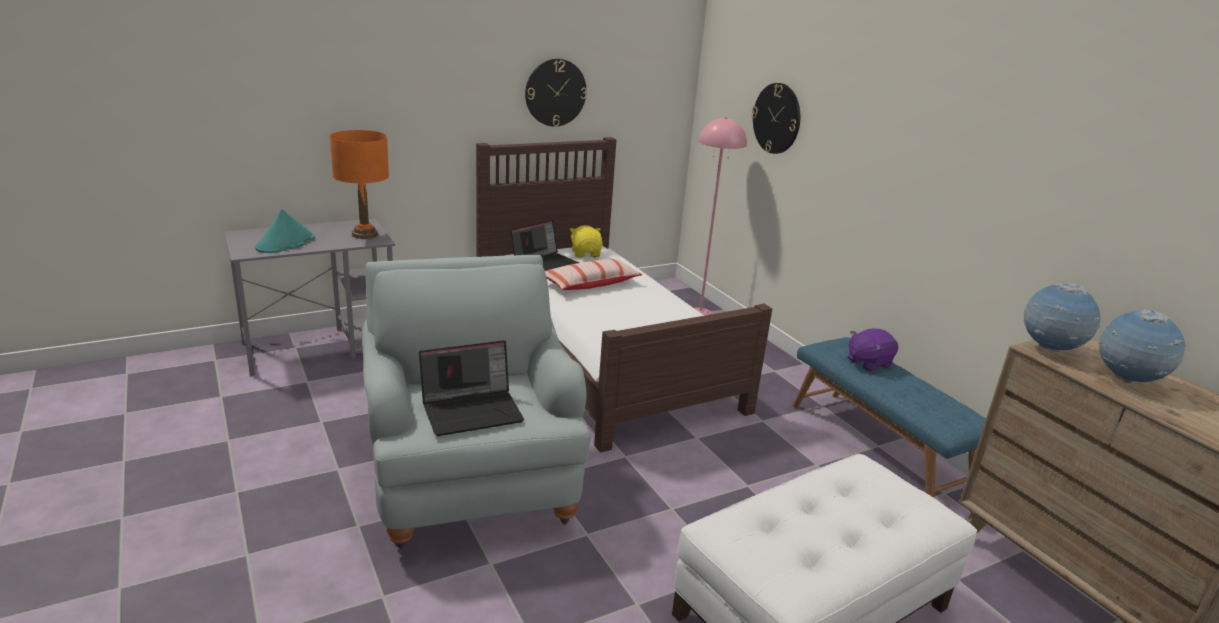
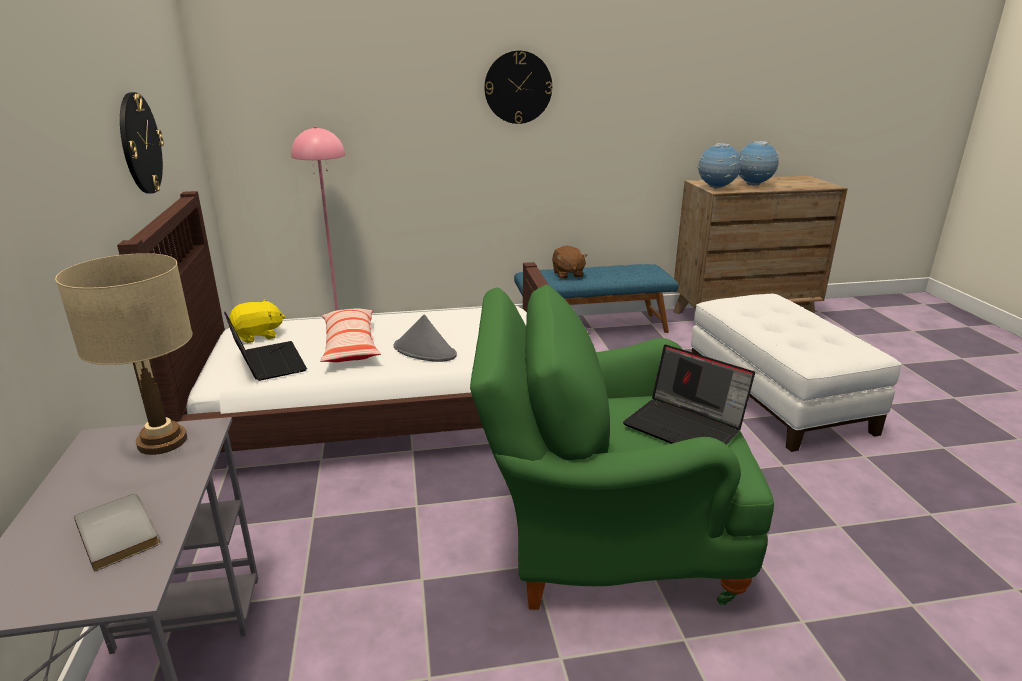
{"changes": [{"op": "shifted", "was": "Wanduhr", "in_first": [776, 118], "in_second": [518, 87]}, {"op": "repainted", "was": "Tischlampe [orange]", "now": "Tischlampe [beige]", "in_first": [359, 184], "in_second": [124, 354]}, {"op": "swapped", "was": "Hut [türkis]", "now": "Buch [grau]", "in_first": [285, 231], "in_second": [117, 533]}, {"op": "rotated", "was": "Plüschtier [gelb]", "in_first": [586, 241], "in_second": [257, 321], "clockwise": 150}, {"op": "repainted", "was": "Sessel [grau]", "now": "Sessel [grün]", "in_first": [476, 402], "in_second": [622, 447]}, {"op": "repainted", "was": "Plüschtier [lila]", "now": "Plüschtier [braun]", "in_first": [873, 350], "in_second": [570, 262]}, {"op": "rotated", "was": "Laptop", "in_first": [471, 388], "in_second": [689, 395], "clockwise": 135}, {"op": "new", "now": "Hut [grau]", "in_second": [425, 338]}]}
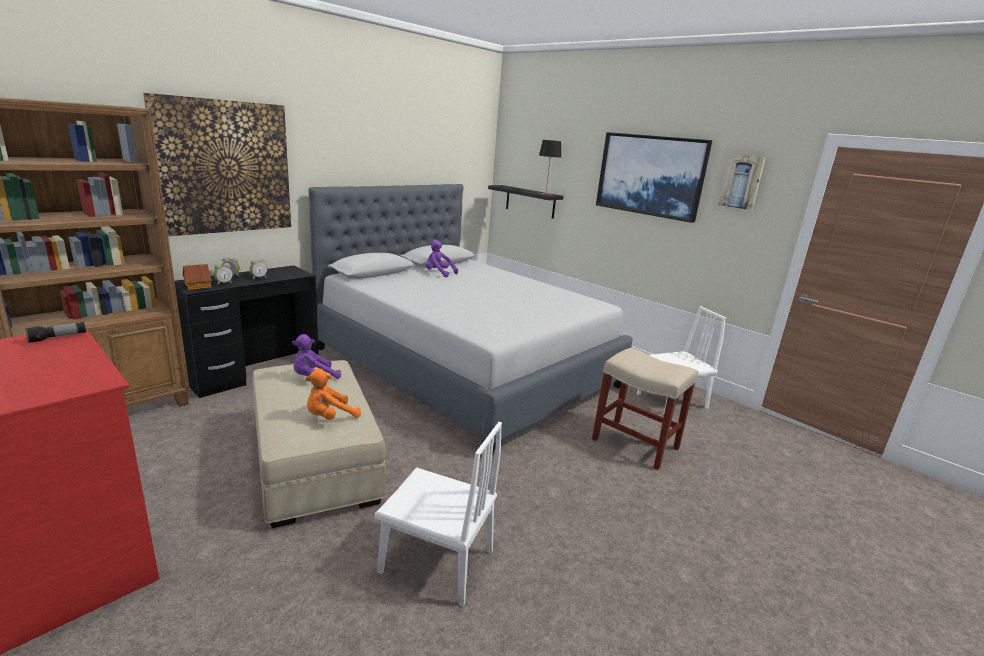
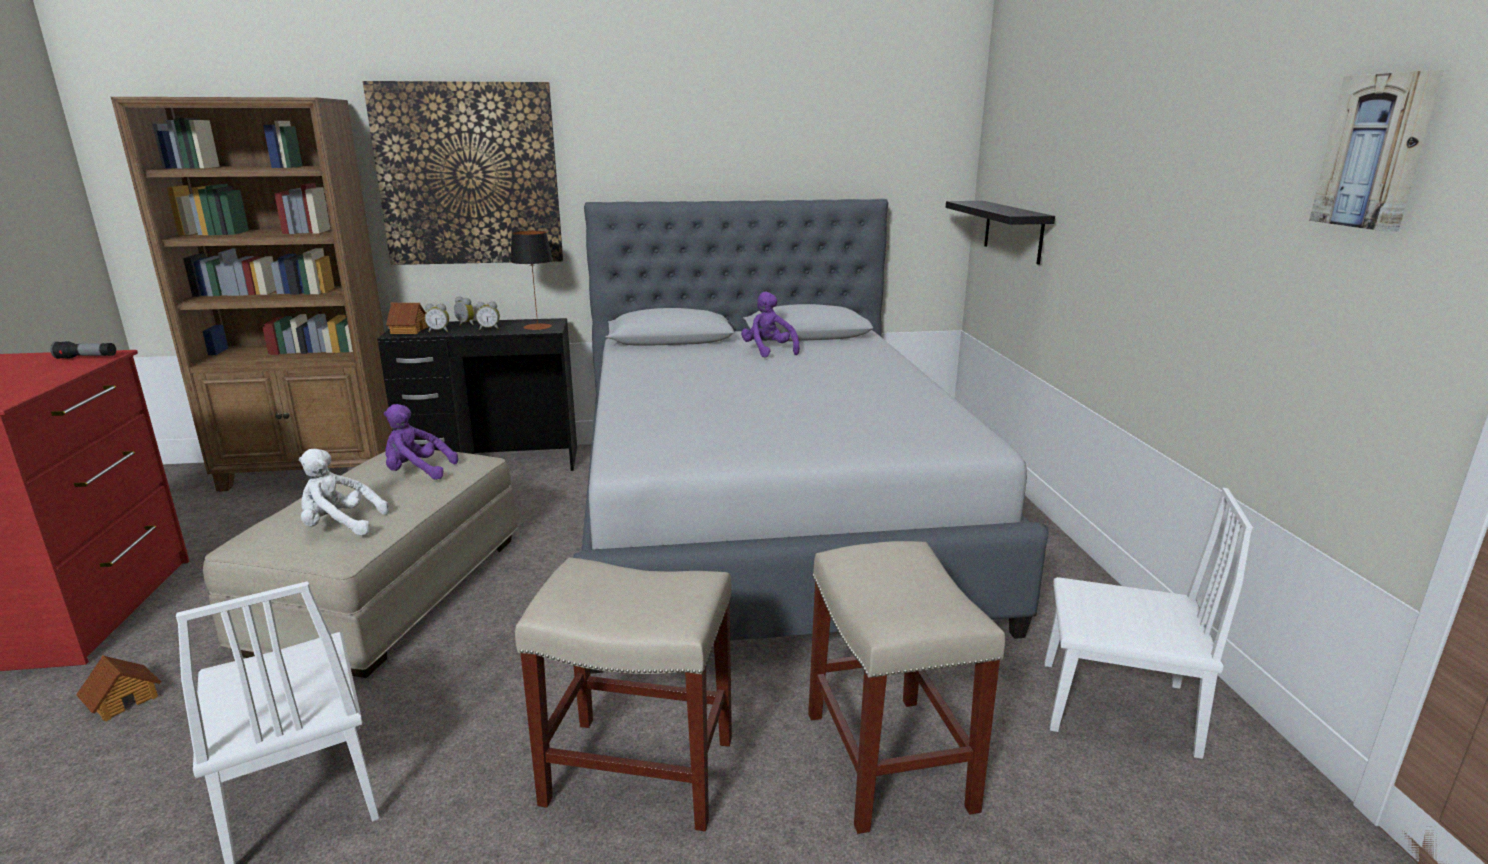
{"changes": [{"op": "gone", "was": "Bild", "in_first": [654, 177]}, {"op": "shifted", "was": "Tischlampe", "in_first": [550, 167], "in_second": [531, 280]}, {"op": "repainted", "was": "Plüschtier [orange]", "now": "Plüschtier [weiß]", "in_first": [333, 394], "in_second": [344, 492]}, {"op": "new", "now": "Hocker [beige]", "in_second": [623, 694]}, {"op": "new", "now": "Spielzeughaus", "in_second": [118, 688]}]}
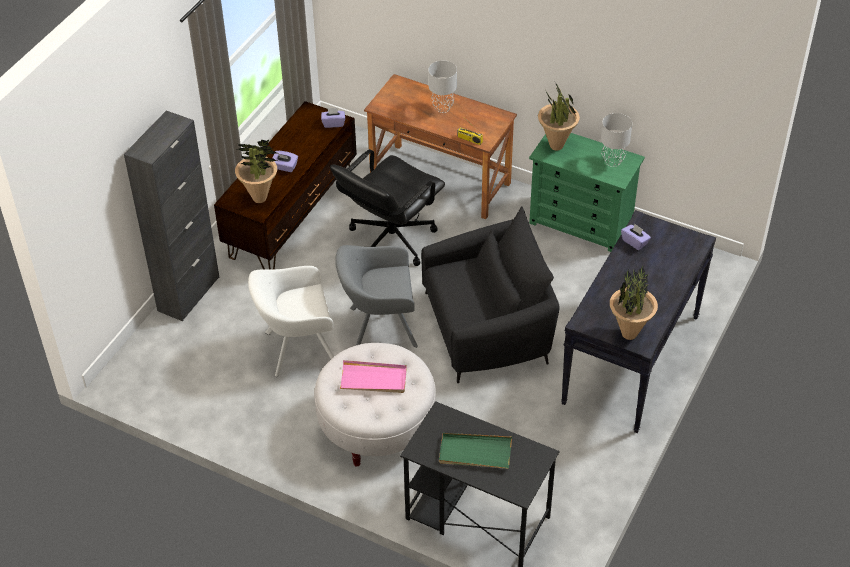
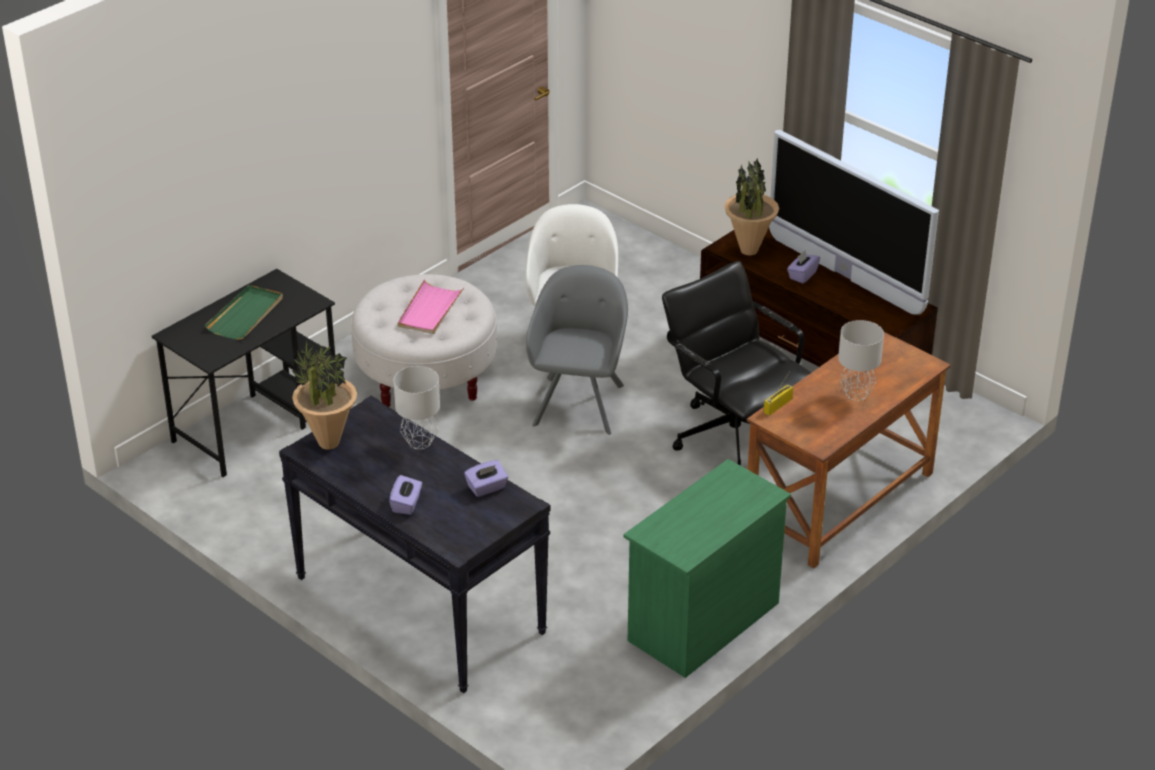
{"changes": [{"op": "gone", "was": "Topfpflanze", "in_first": [559, 116]}, {"op": "shifted", "was": "Taschentuchbox [lila]", "in_first": [333, 118], "in_second": [405, 495]}, {"op": "gone", "was": "Schrank [schwarz]", "in_first": [171, 215]}, {"op": "shifted", "was": "Tischlampe [grau]", "in_first": [616, 140], "in_second": [417, 407]}, {"op": "gone", "was": "Sessel [schwarz]", "in_first": [490, 294]}, {"op": "new", "now": "Fernseher", "in_second": [854, 222]}]}
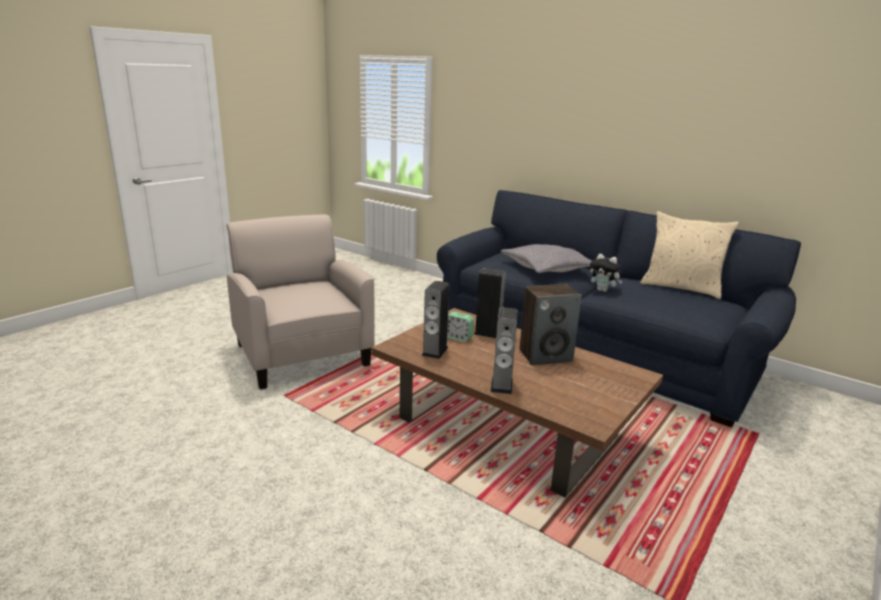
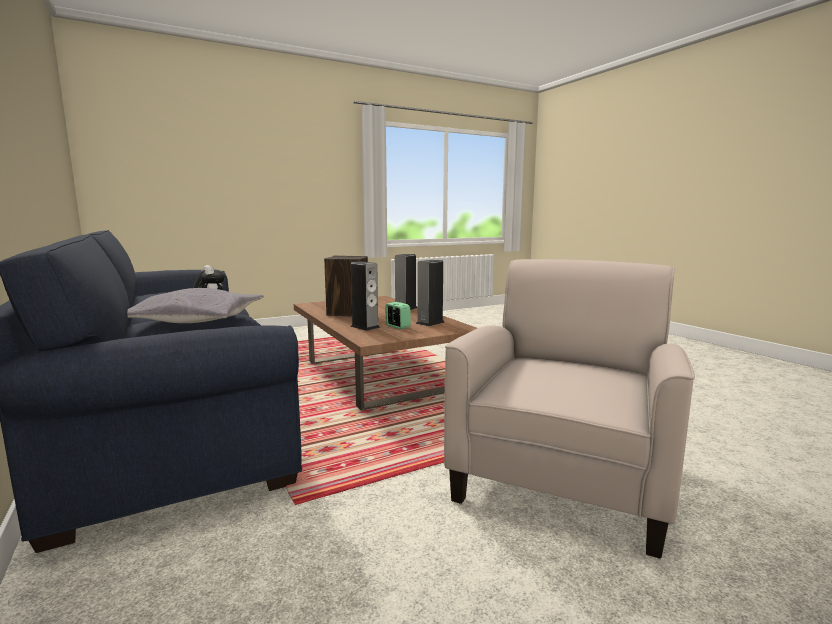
{"changes": [{"op": "gone", "was": "Kissen [beige]", "in_first": [689, 255]}, {"op": "rotated", "was": "Sessel [beige]", "in_first": [301, 302], "in_second": [569, 409], "clockwise": -150}]}
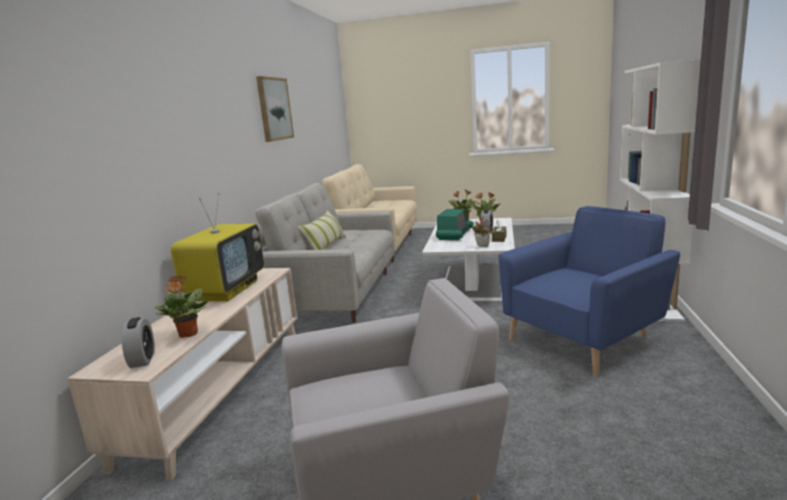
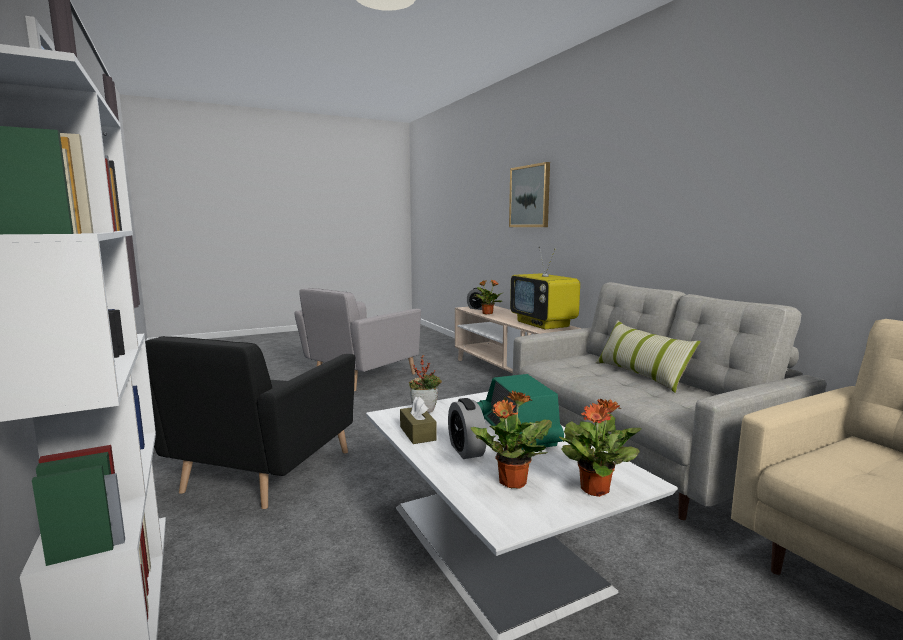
{"changes": [{"op": "shifted", "was": "Bild", "in_first": [275, 109], "in_second": [529, 194]}, {"op": "repainted", "was": "Sessel [blau]", "now": "Sessel [schwarz]", "in_first": [589, 291], "in_second": [250, 422]}]}
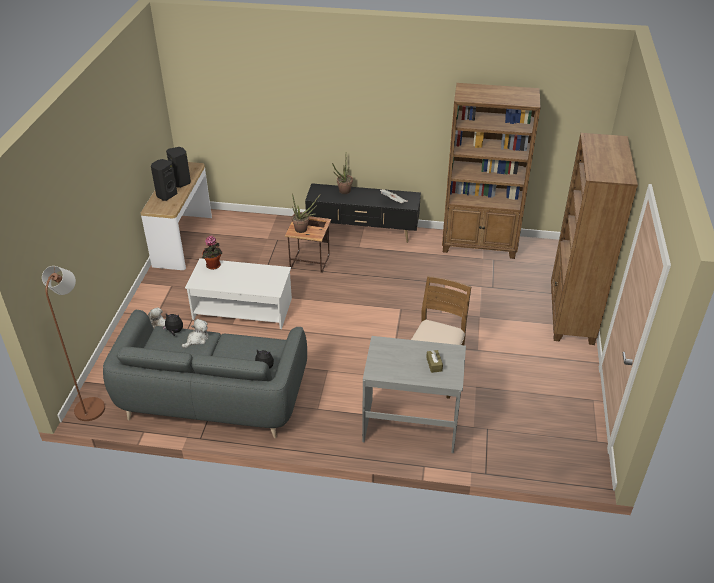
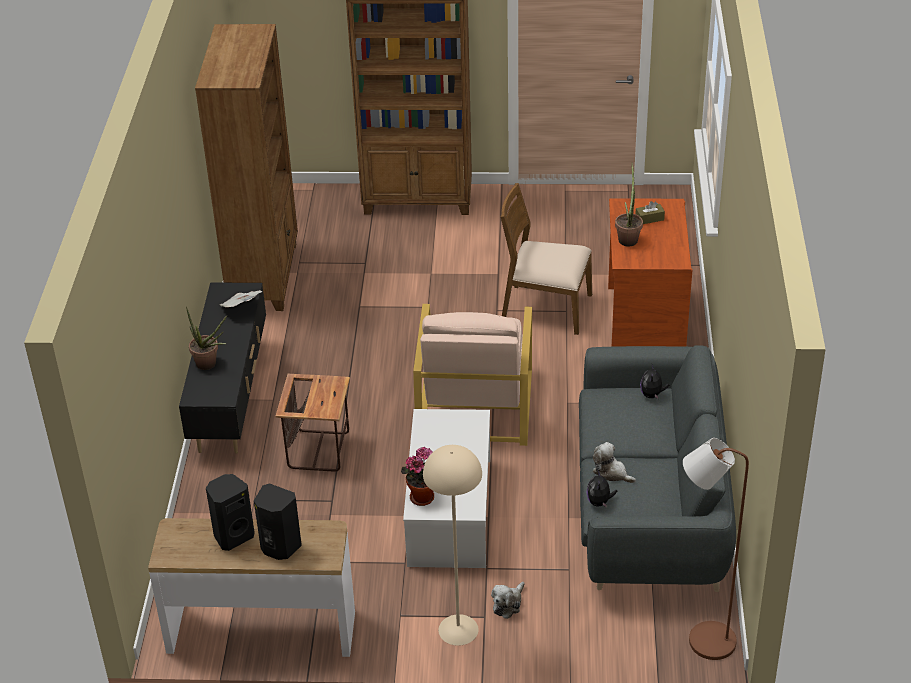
{"changes": [{"op": "shifted", "was": "Topfpflanze", "in_first": [306, 213], "in_second": [629, 204]}, {"op": "repainted", "was": "Schreibtisch [grau]", "now": "Schreibtisch [braun]", "in_first": [414, 394], "in_second": [650, 272]}, {"op": "new", "now": "Sessel [beige]", "in_second": [472, 375]}, {"op": "new", "now": "Stehlampe [beige]", "in_second": [452, 545]}]}
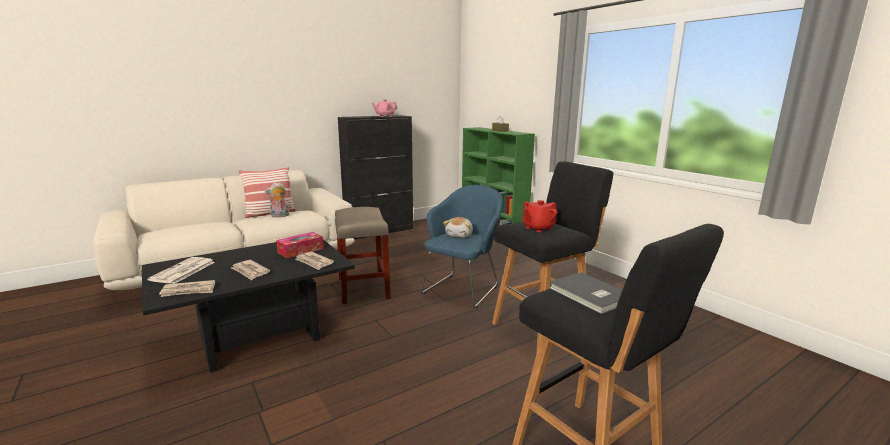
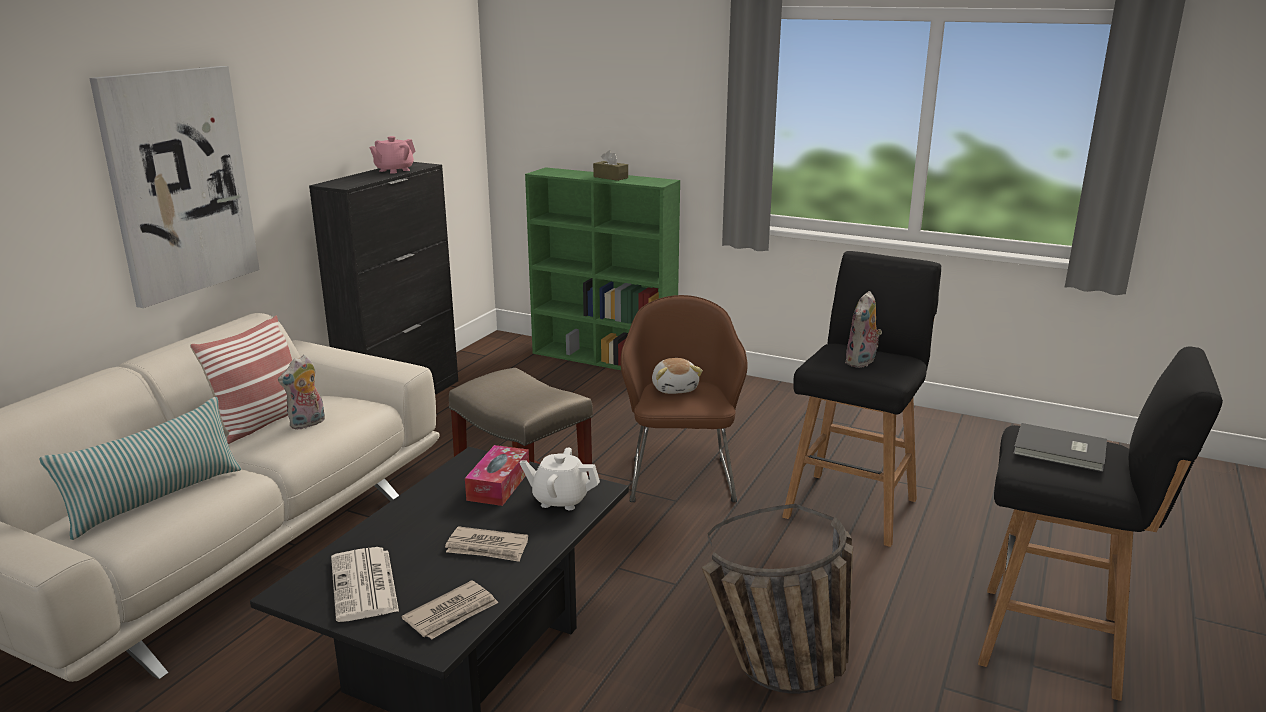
{"changes": [{"op": "repainted", "was": "Sessel [blau]", "now": "Sessel [braun]", "in_first": [462, 247], "in_second": [684, 398]}, {"op": "swapped", "was": "Teekanne [rot]", "now": "Plüschtier", "in_first": [540, 216], "in_second": [863, 329]}, {"op": "swapped", "was": "Zeitung", "now": "Teekanne [weiß]", "in_first": [314, 260], "in_second": [560, 478]}, {"op": "new", "now": "Bild", "in_second": [174, 187]}, {"op": "new", "now": "Kissen", "in_second": [140, 468]}, {"op": "new", "now": "Korb", "in_second": [777, 599]}]}
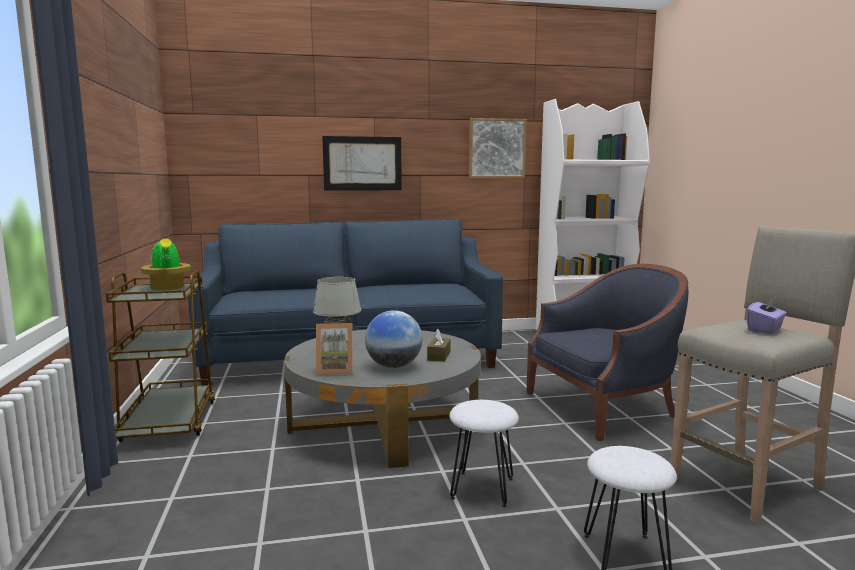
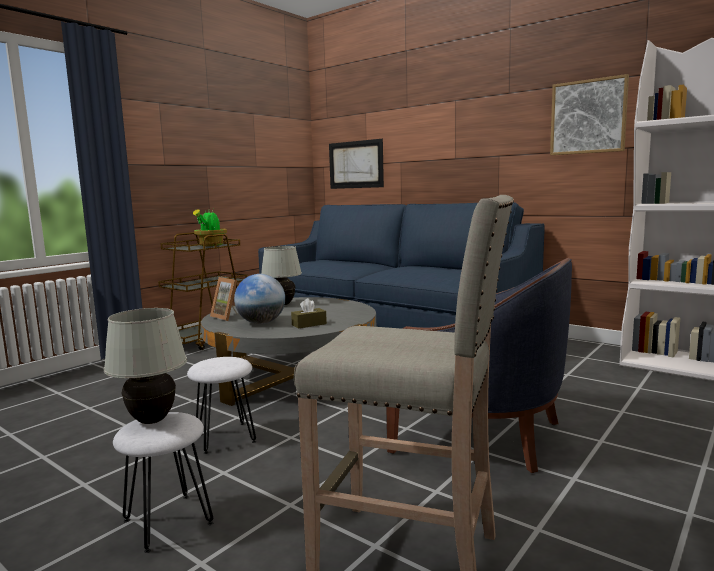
{"changes": [{"op": "shifted", "was": "Bild", "in_first": [362, 163], "in_second": [356, 164]}, {"op": "gone", "was": "Taschentuchbox [lila]", "in_first": [766, 315]}, {"op": "new", "now": "Tischlampe [weiß]", "in_second": [145, 366]}]}
